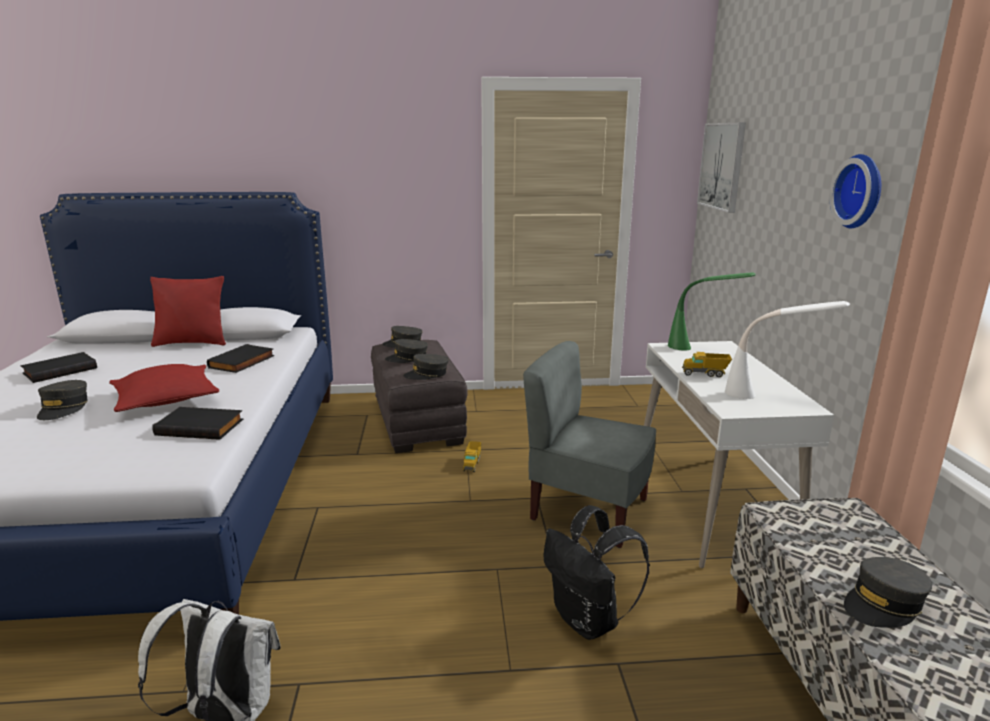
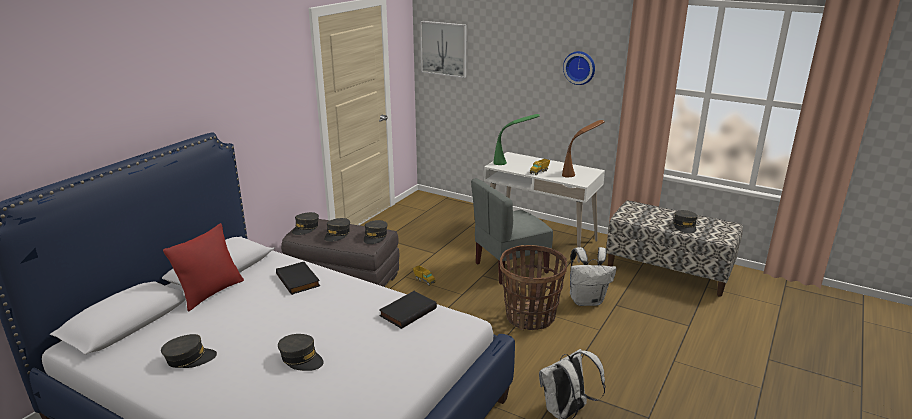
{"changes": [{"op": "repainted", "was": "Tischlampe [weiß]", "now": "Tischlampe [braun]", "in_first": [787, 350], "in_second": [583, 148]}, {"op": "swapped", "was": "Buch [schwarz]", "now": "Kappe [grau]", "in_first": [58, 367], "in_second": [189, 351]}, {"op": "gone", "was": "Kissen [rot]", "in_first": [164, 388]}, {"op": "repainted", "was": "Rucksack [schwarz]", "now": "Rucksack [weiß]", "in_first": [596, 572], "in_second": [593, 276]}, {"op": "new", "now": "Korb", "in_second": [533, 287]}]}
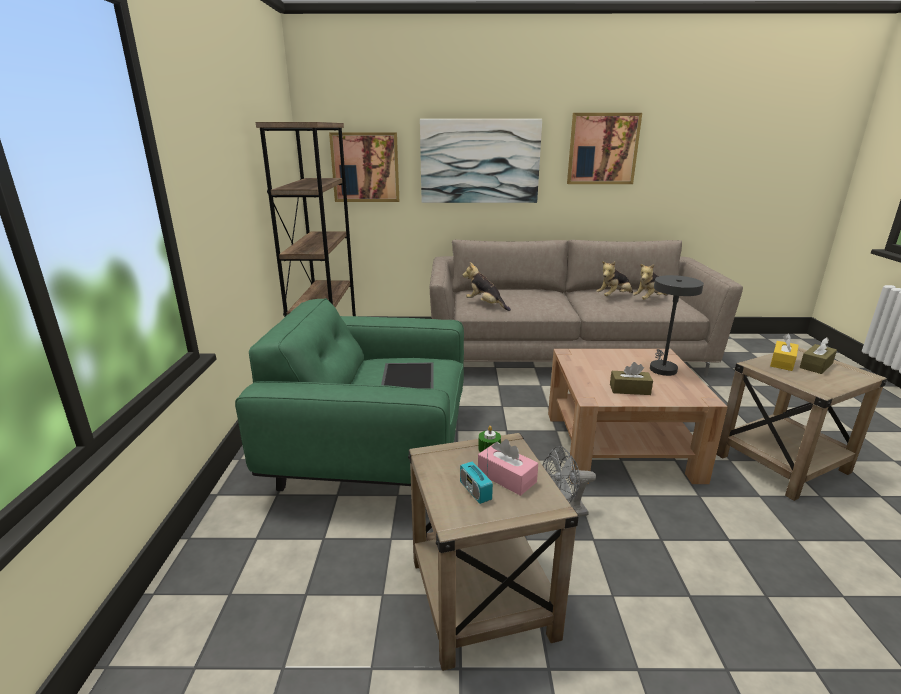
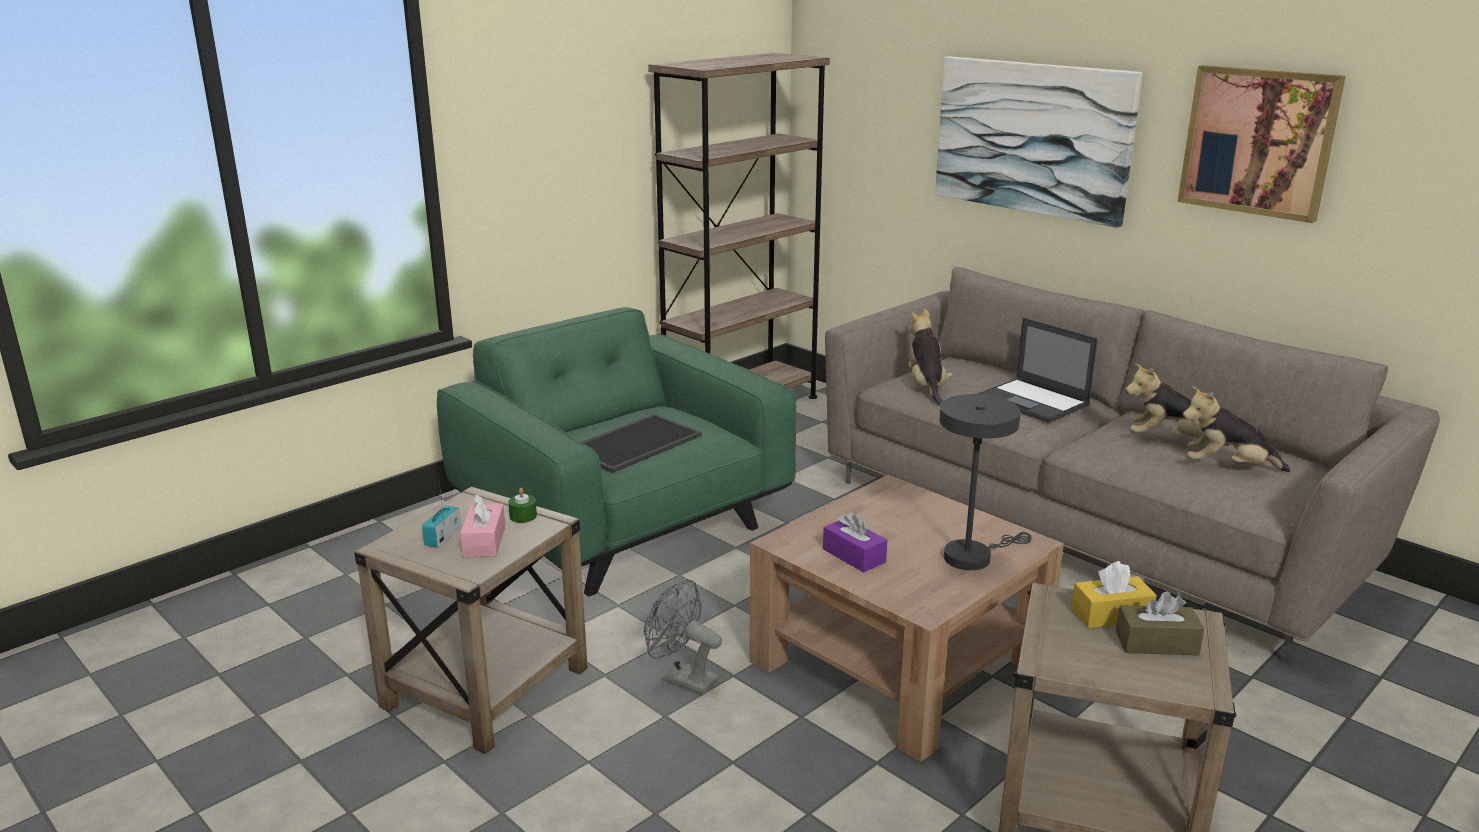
{"changes": [{"op": "gone", "was": "Bild", "in_first": [364, 167]}, {"op": "repainted", "was": "Taschentuchbox [braun]", "now": "Taschentuchbox [lila]", "in_first": [631, 378], "in_second": [855, 541]}, {"op": "new", "now": "Laptop", "in_second": [1037, 370]}]}
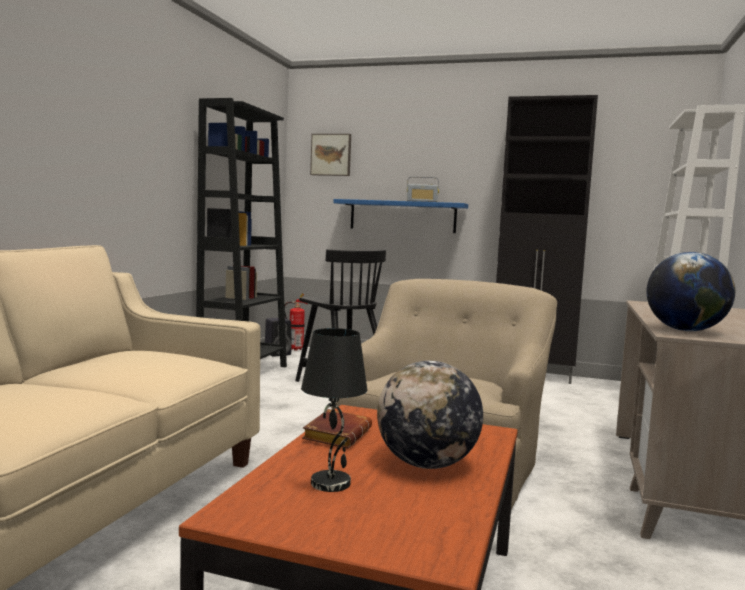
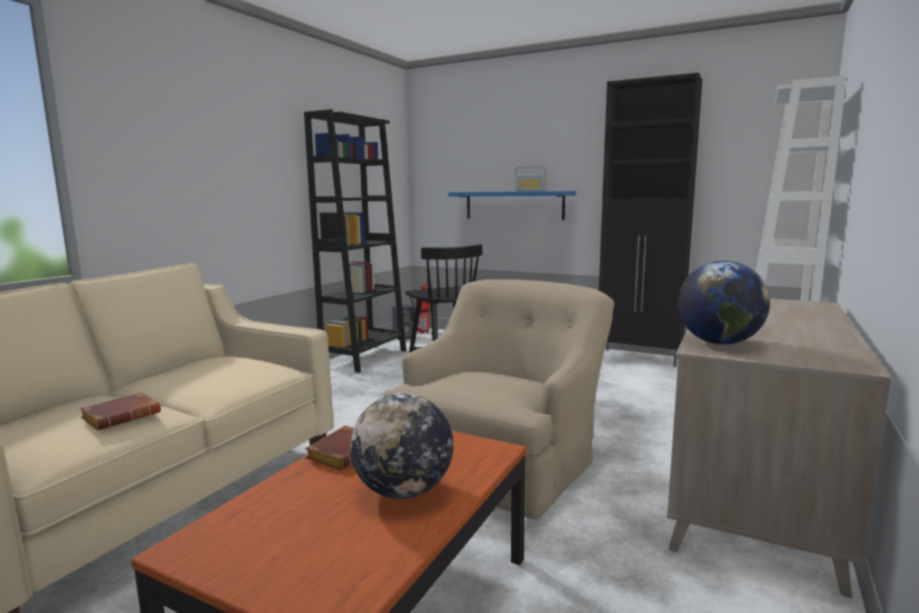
{"changes": [{"op": "gone", "was": "Bild", "in_first": [330, 155]}, {"op": "gone", "was": "Tischlampe [schwarz]", "in_first": [334, 410]}, {"op": "new", "now": "Buch [braun]", "in_second": [120, 411]}]}
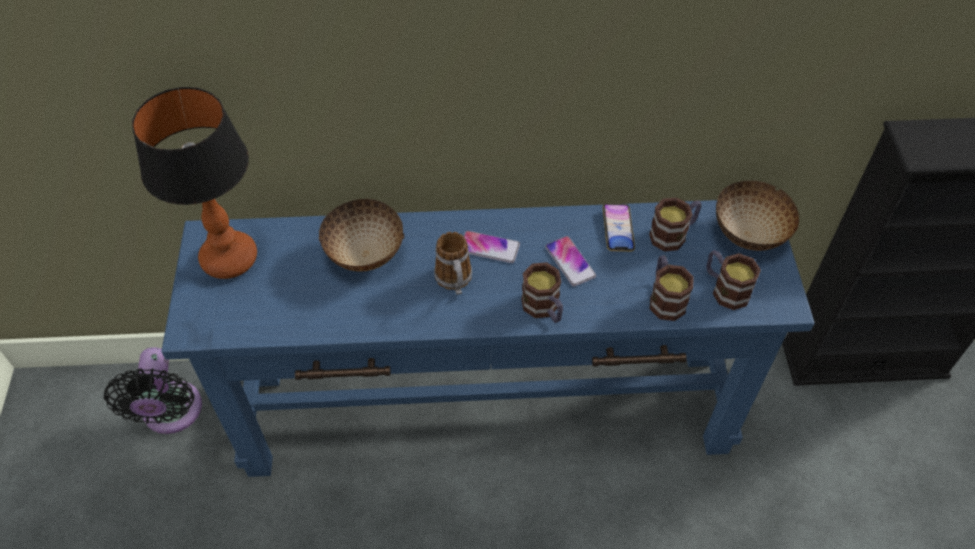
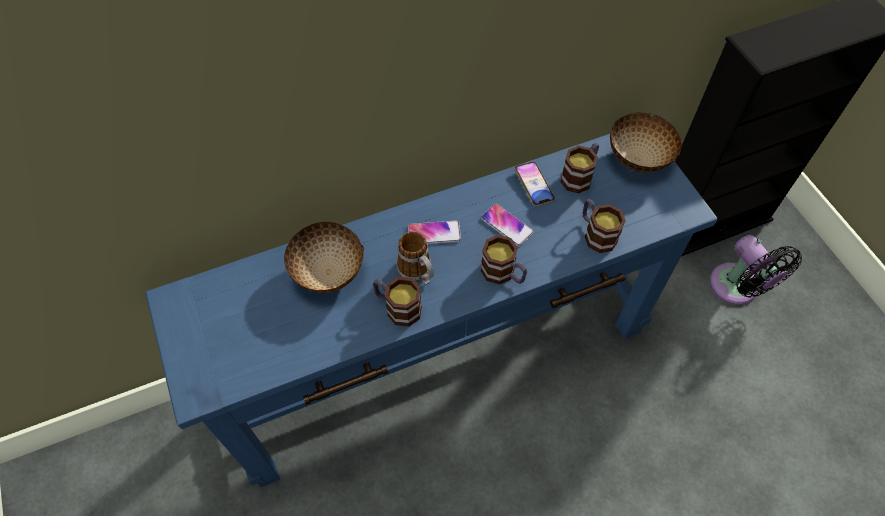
{"changes": [{"op": "gone", "was": "Tischlampe", "in_first": [194, 183]}, {"op": "shifted", "was": "Henkelbecher", "in_first": [733, 280], "in_second": [397, 302]}, {"op": "shifted", "was": "Ventilator [schwarz]", "in_first": [153, 390], "in_second": [756, 270]}]}
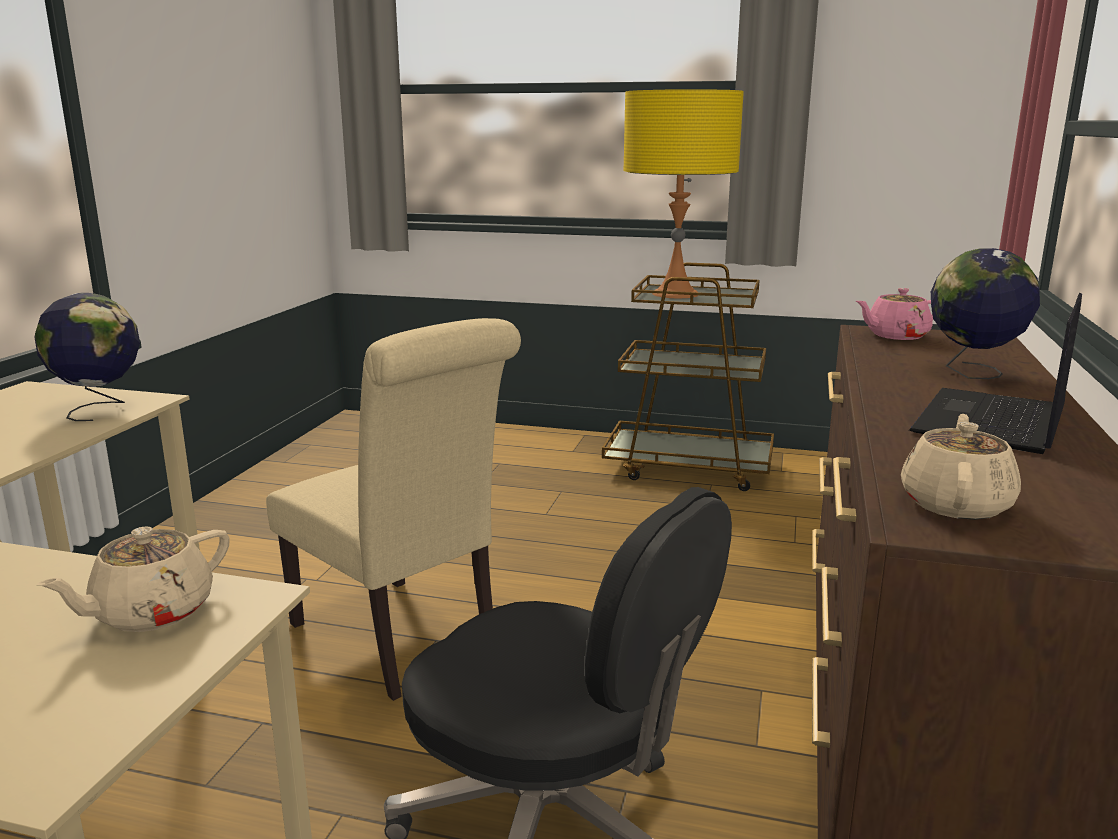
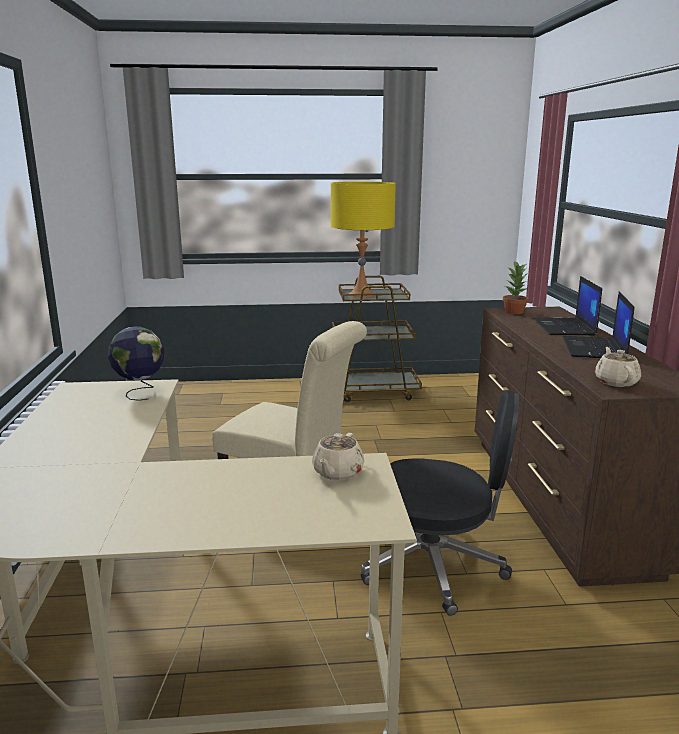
{"changes": [{"op": "swapped", "was": "Globus", "now": "Laptop", "in_first": [985, 313], "in_second": [567, 306]}, {"op": "swapped", "was": "Teekanne [rosa]", "now": "Topfpflanze", "in_first": [895, 314], "in_second": [515, 287]}]}
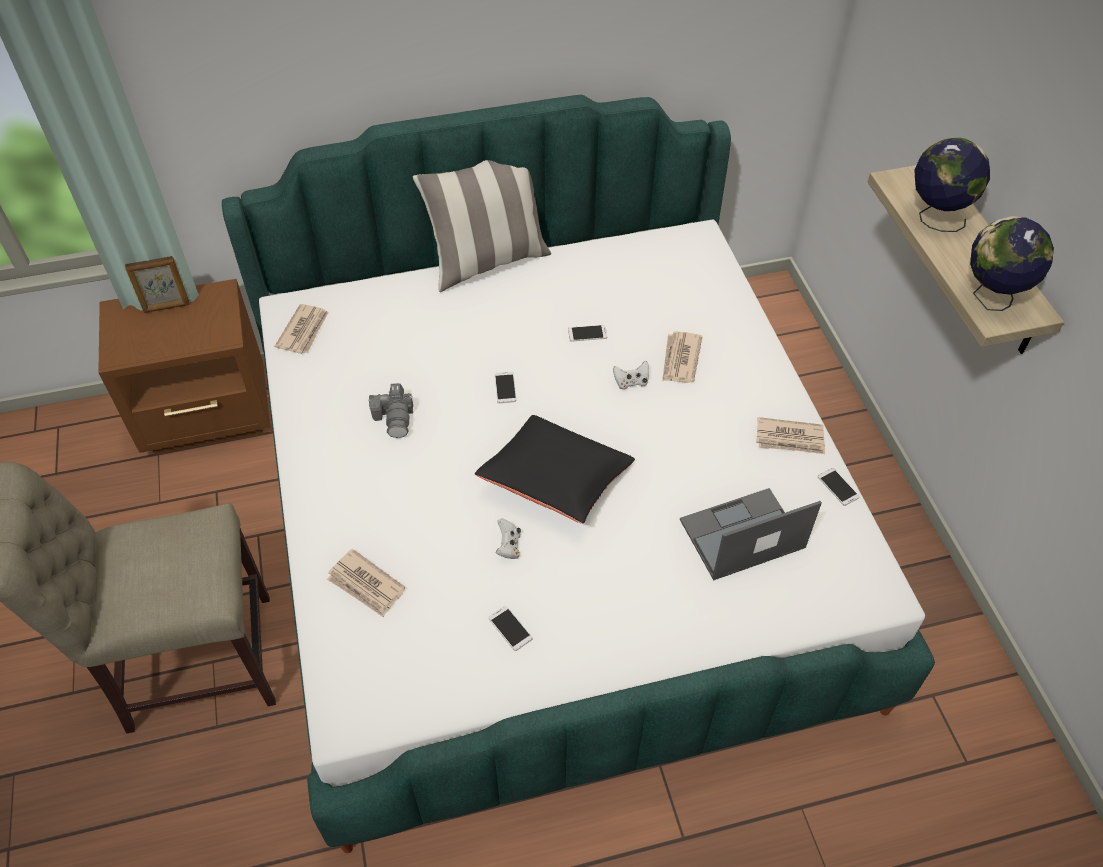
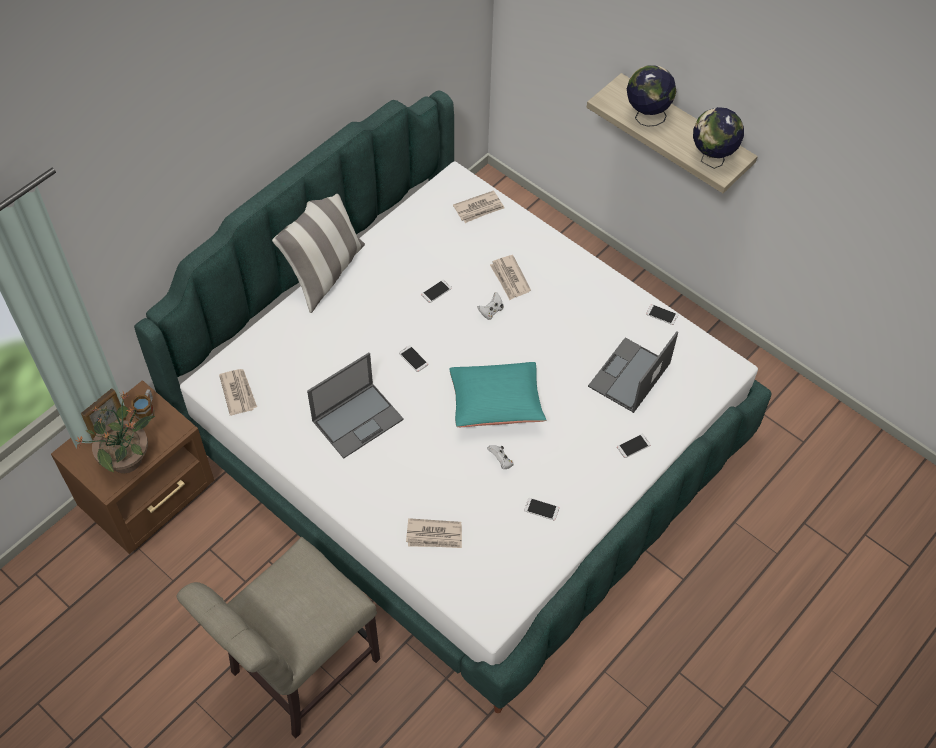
{"changes": [{"op": "swapped", "was": "Kamera", "now": "Laptop", "in_first": [390, 410], "in_second": [355, 406]}, {"op": "repainted", "was": "Kissen [schwarz]", "now": "Kissen [türkis]", "in_first": [555, 469], "in_second": [497, 394]}, {"op": "shifted", "was": "Zeitung", "in_first": [790, 435], "in_second": [479, 206]}, {"op": "new", "now": "Henkelbecher", "in_second": [143, 405]}, {"op": "new", "now": "Topfpflanze", "in_second": [115, 432]}, {"op": "new", "now": "Handy", "in_second": [634, 446]}]}
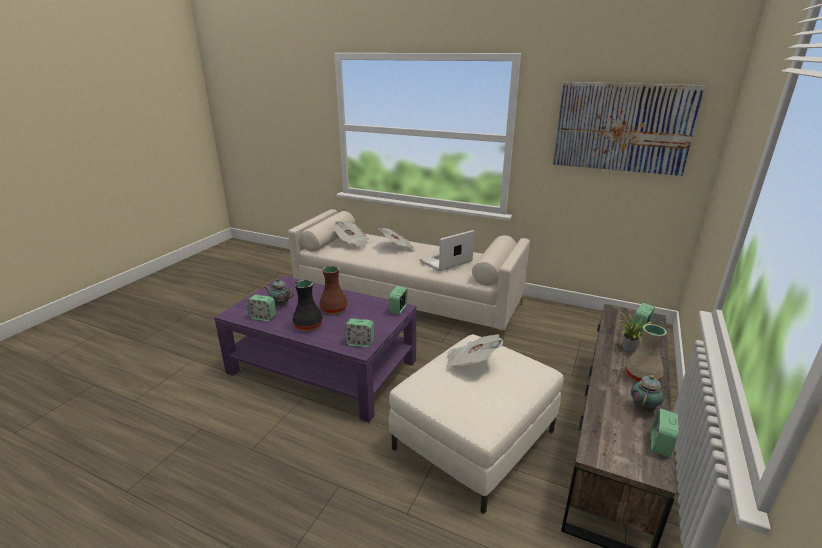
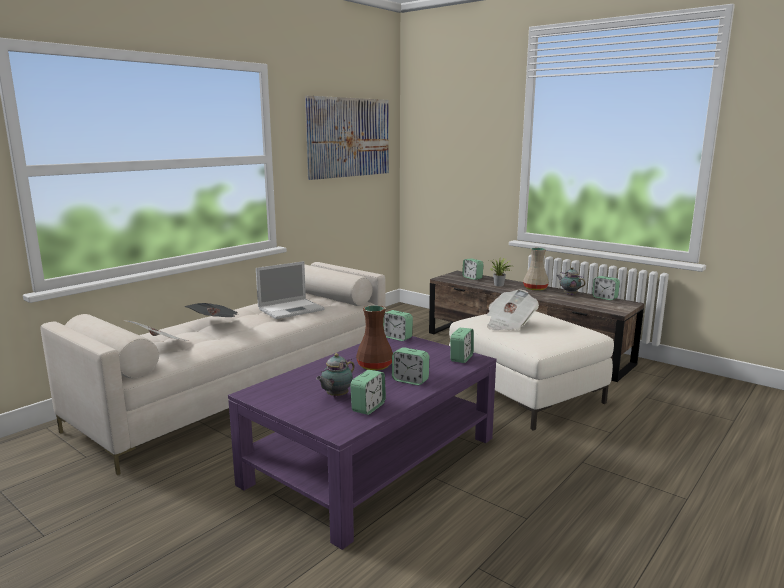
{"changes": [{"op": "rotated", "was": "Laptop", "in_first": [446, 250], "in_second": [290, 290], "clockwise": -105}, {"op": "swapped", "was": "Vase [schwarz]", "now": "Wecker", "in_first": [308, 305], "in_second": [410, 366]}]}
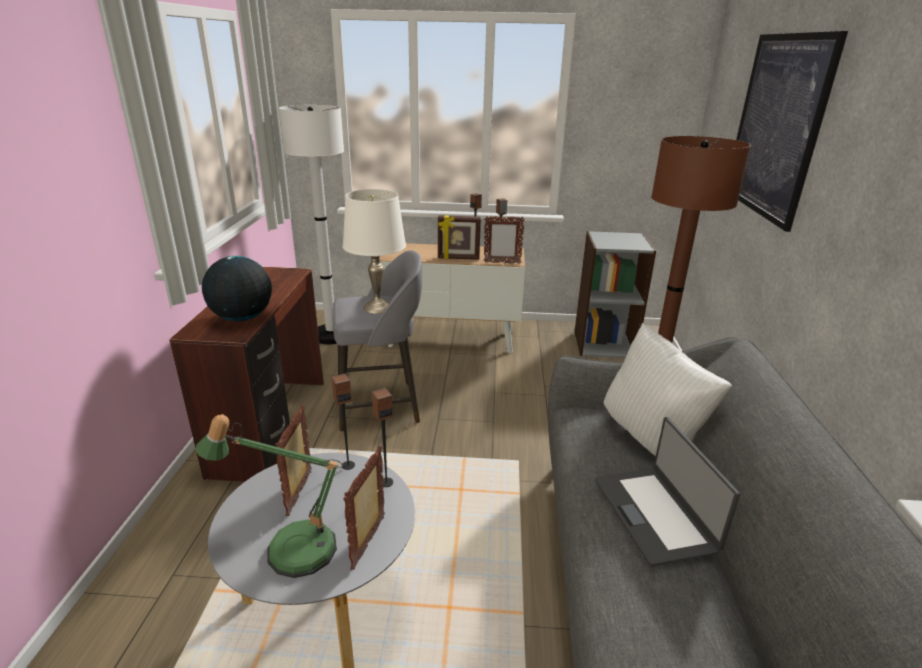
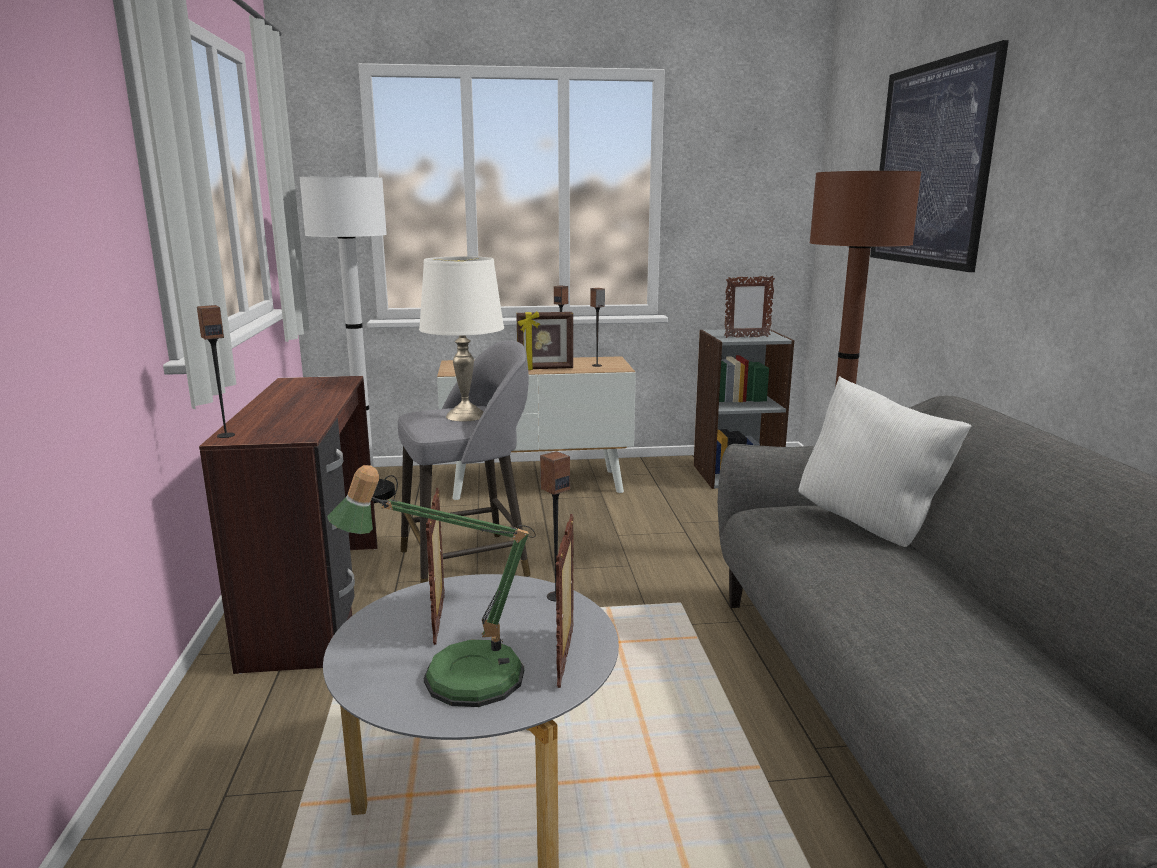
{"changes": [{"op": "shifted", "was": "Bilderrahmen", "in_first": [504, 240], "in_second": [749, 307]}, {"op": "gone", "was": "Globus", "in_first": [237, 288]}, {"op": "shifted", "was": "Lautsprecher", "in_first": [343, 422], "in_second": [216, 371]}, {"op": "gone", "was": "Laptop", "in_first": [667, 492]}]}
